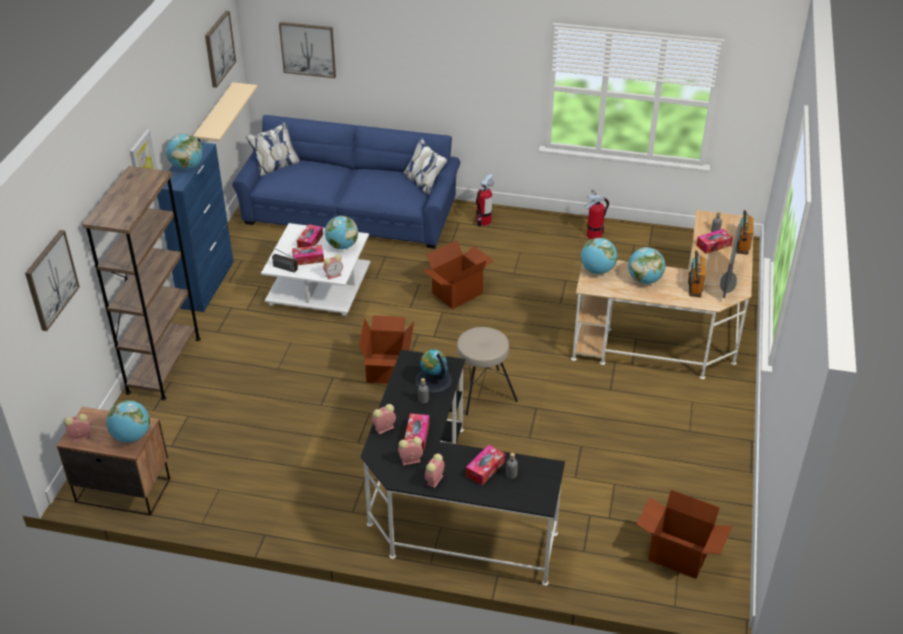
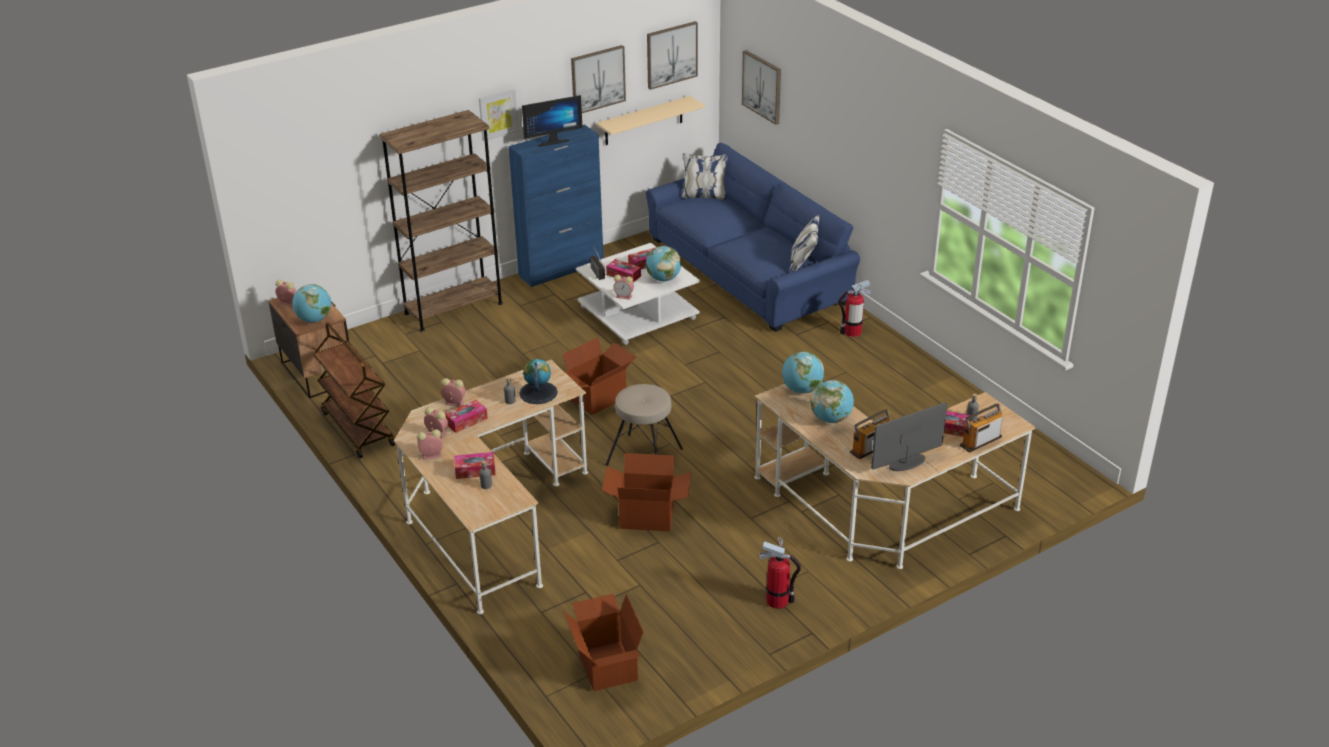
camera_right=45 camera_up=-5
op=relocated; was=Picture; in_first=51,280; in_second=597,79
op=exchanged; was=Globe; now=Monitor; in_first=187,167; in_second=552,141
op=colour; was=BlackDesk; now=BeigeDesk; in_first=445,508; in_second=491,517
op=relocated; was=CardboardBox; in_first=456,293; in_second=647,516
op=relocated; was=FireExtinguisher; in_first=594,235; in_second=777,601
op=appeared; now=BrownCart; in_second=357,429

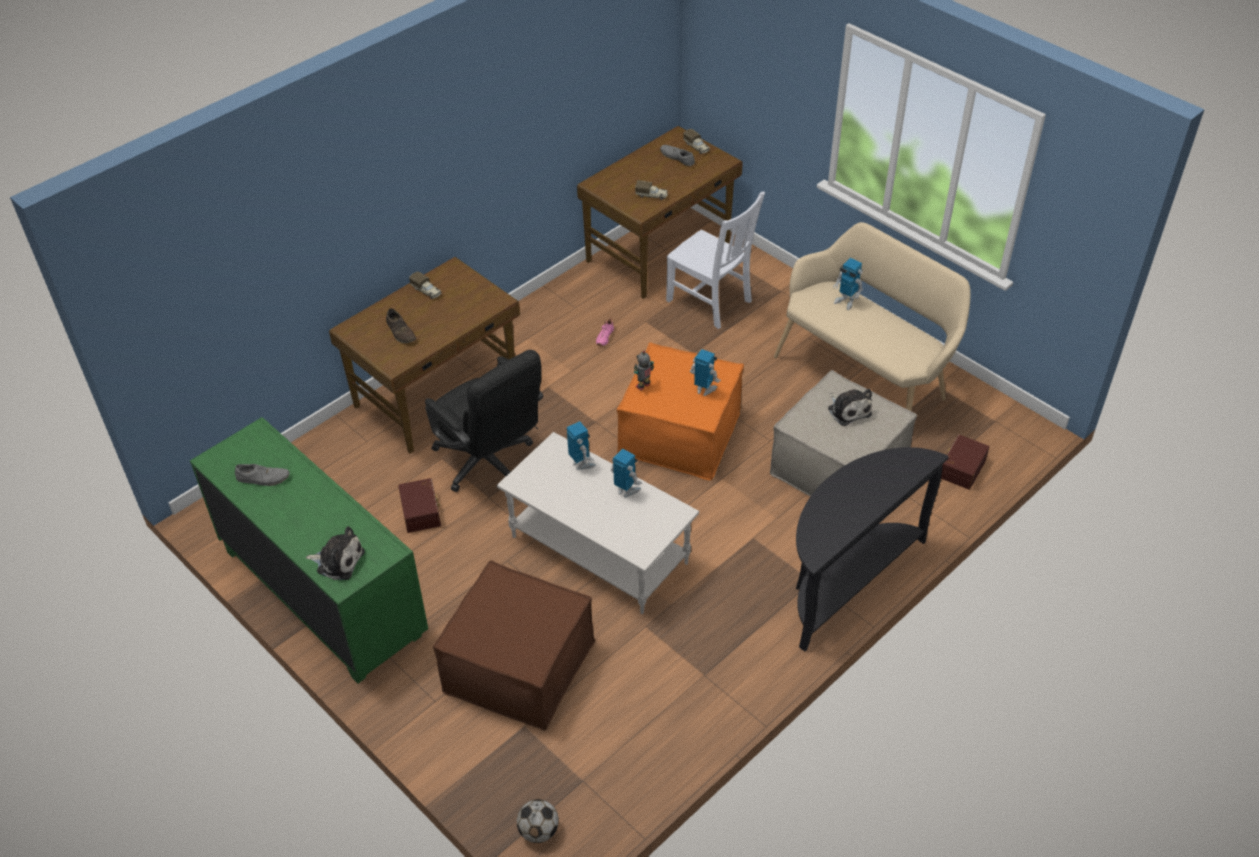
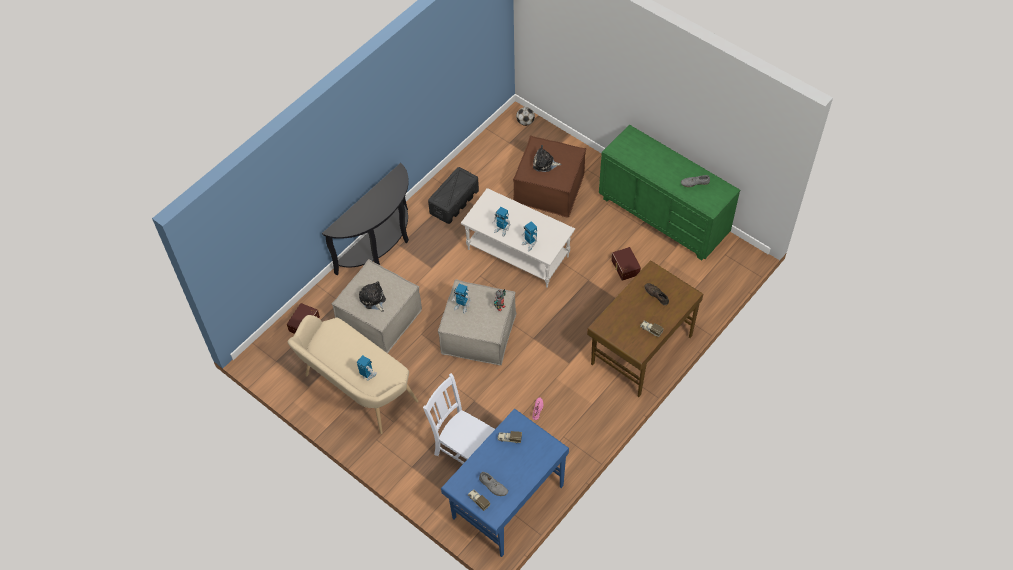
camera_right=175 camera_up=10
op=relocated; was=PlushToy; in_first=338,561; in_second=544,164
op=missing; was=BlackOfficeChair; in_first=490,464
op=colour; was=BrownDesk; now=BlueDesk; in_first=660,252; in_second=507,501
op=colour; was=OrangeOttoman; now=BeigeOttoman; in_first=679,434; in_second=478,333
op=appeared; now=BlackStorageBox; in_second=454,201

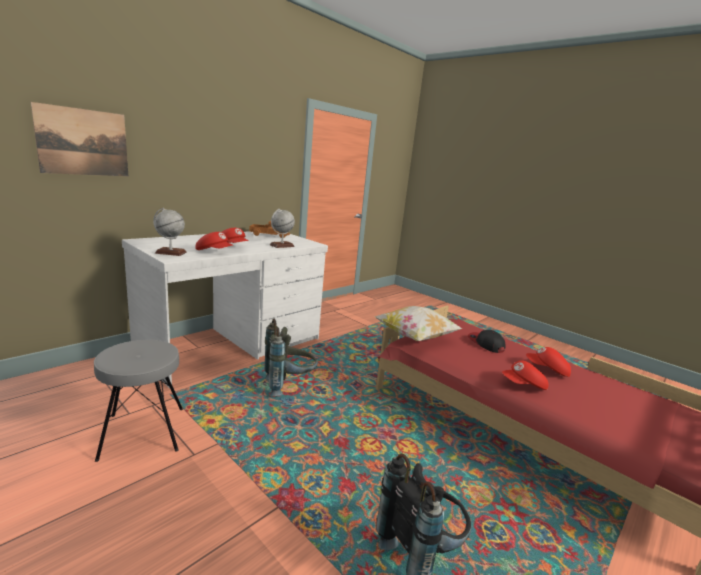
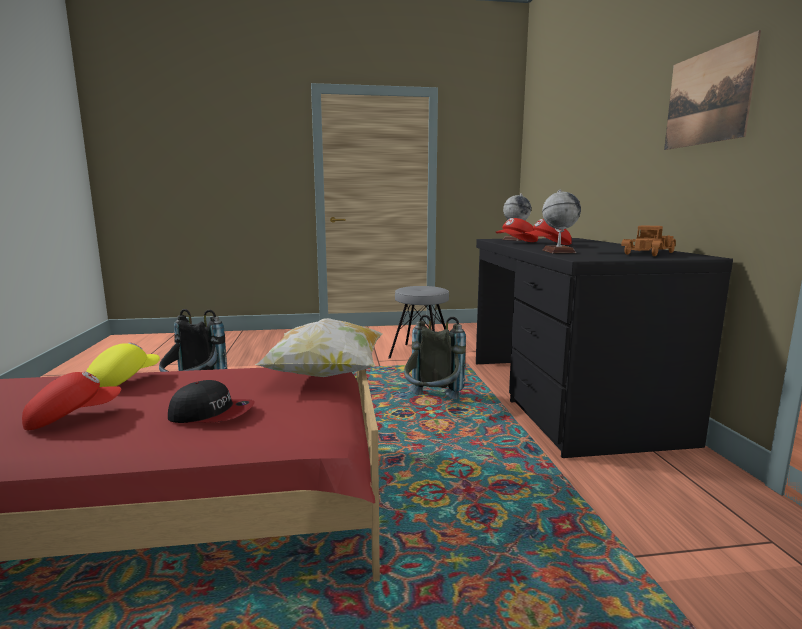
camera_right=130 camera_up=-5
op=relocated; was=Picture; in_first=83,142; in_second=707,97
op=colour; was=WhiteDesk; now=BlackDesk; in_first=233,344; in_second=564,397
op=colour; was=RedCap; now=YellowCap; in_first=524,385; in_second=123,381

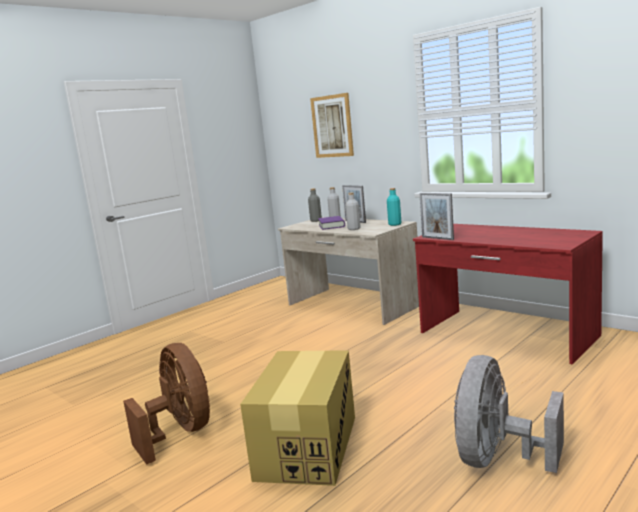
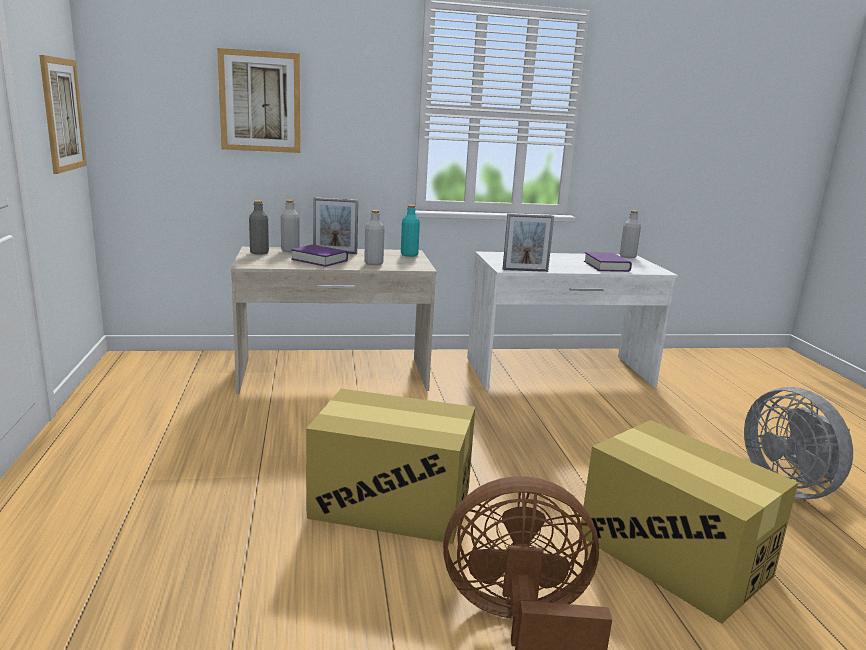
camera_right=-55 camera_up=5
op=colour; was=RedDesk; now=WhiteDesk; in_first=506,334; in_second=559,373
op=appeared; now=Picture; in_second=63,114
op=appeared; now=CardboardBox; in_second=391,503
op=appeared; now=PurpleBook; in_second=606,266
op=appeared; now=GreyBottle; in_second=627,257

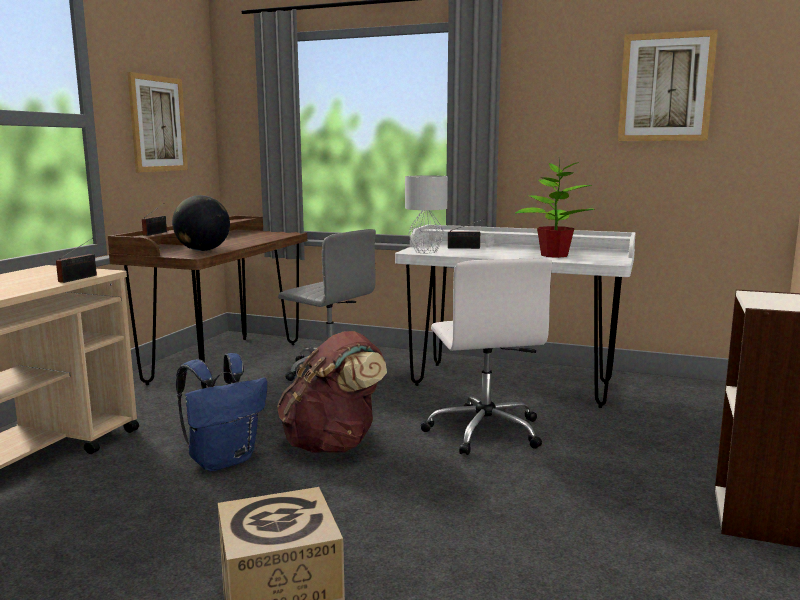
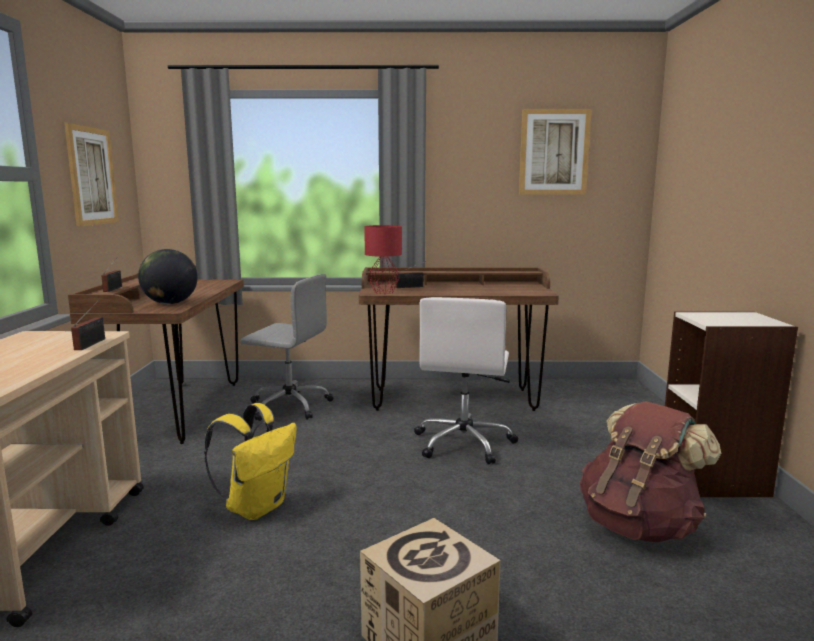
camera_right=-20 camera_up=0
op=colour; was=BlueBackpack; now=YellowBackpack; in_first=223,460; in_second=256,507
op=relocated; was=BrownBackpack; in_first=333,444; in_second=639,525
op=colour; was=WhiteDesk; now=BrownDesk; in_first=511,384; in_second=453,399
op=colour; was=GreyTableLamp; now=RedTableLamp; in_first=426,251; in_second=384,292
op=spun; was=WhiteOfficeChair; in_first=484,431; in_second=464,443; clockwise=45
op=missing; was=PottedPlant; in_first=553,255

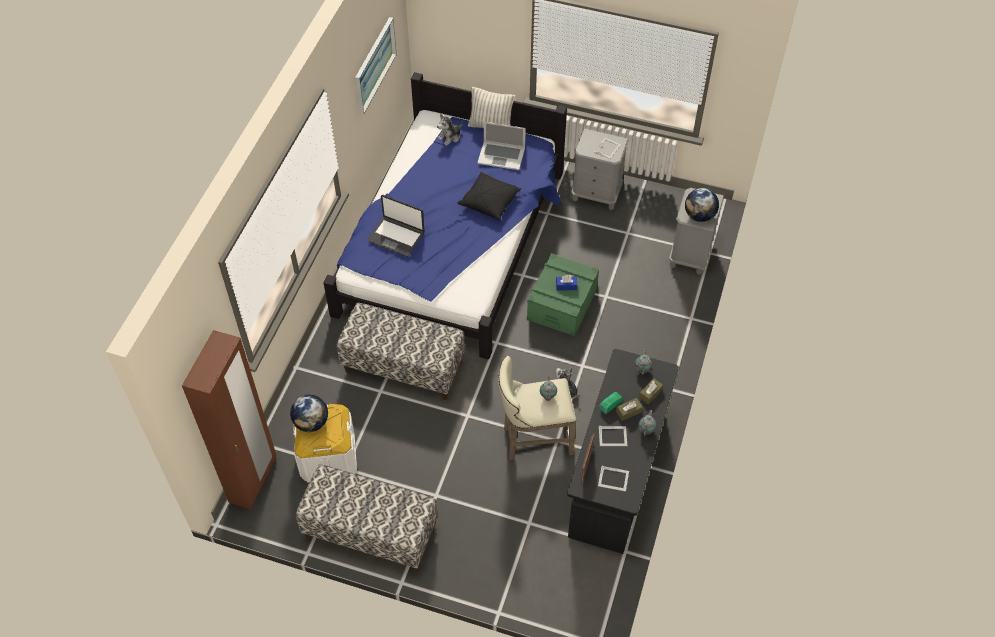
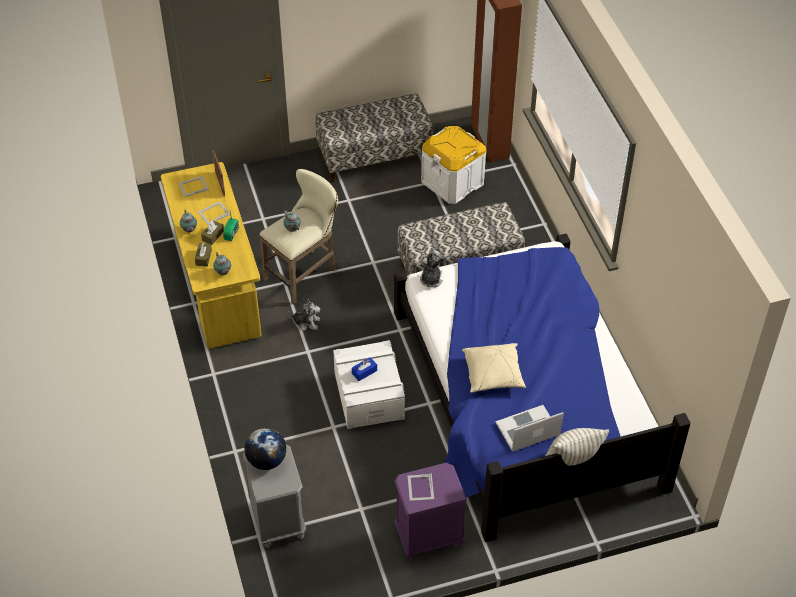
camera_right=145 camera_up=-5
op=missing; was=Globe; in_first=311,422
op=missing; was=Picture; in_first=374,65
op=missing; was=Laptop; in_first=396,236
op=relocated; was=PlushToy; in_first=450,137; in_second=431,279
op=colour; was=BlackPillow; now=BeigePillow; in_first=489,201; in_second=493,374
op=colour; was=GreenStorageBox; now=WhiteStorageBox; in_first=562,304; in_second=369,395
op=colour; was=BlackDesk; now=YellowDesk; in_first=617,473; in_second=216,284
op=colour; was=GreyNightstand; now=PurpleNightstand; in_first=596,194; in_second=427,537

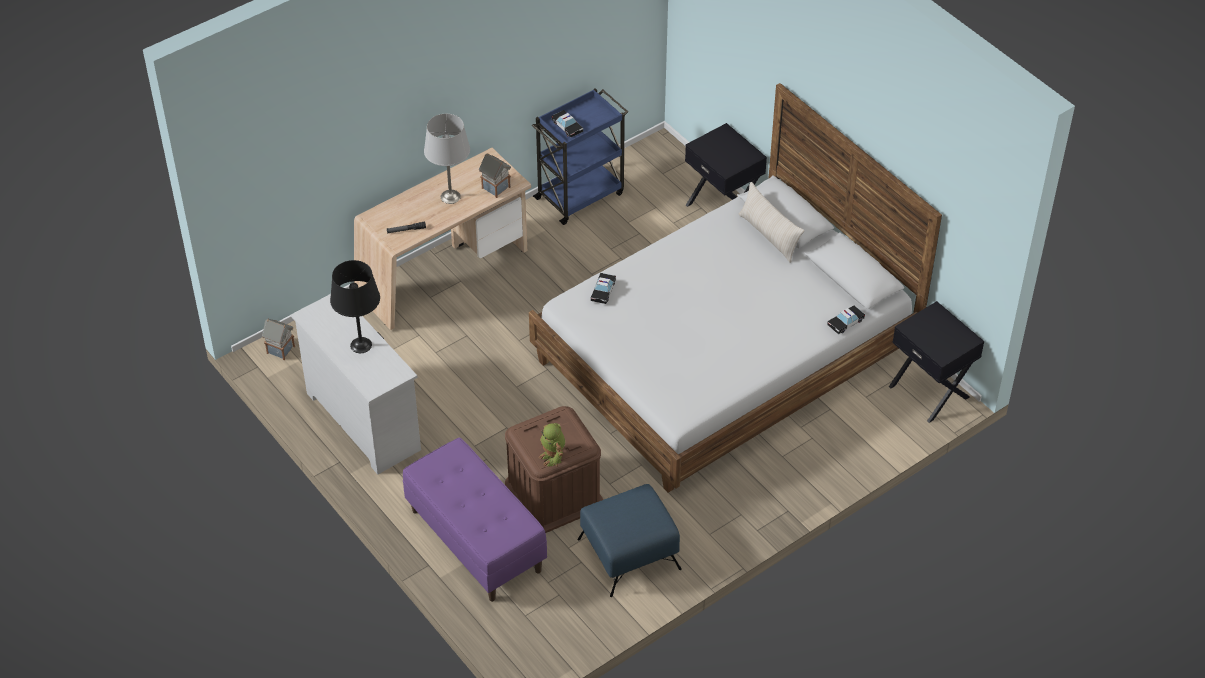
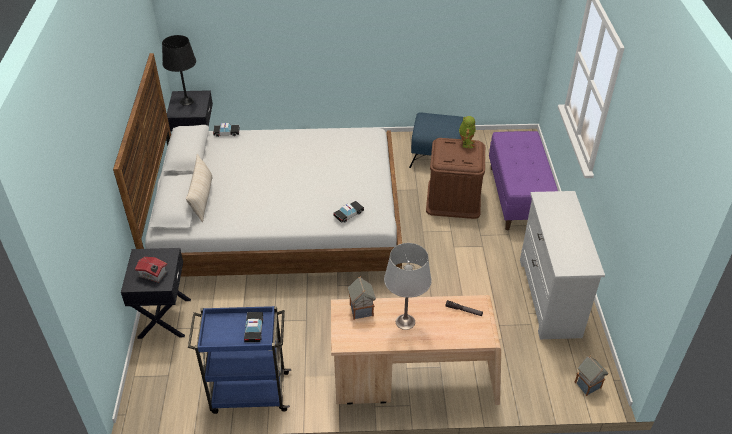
camera_right=-145 camera_up=-5
op=relocated; was=BlackTableLamp; in_first=361,345; in_second=186,101
op=appeared; now=ToyHouse; in_second=153,275

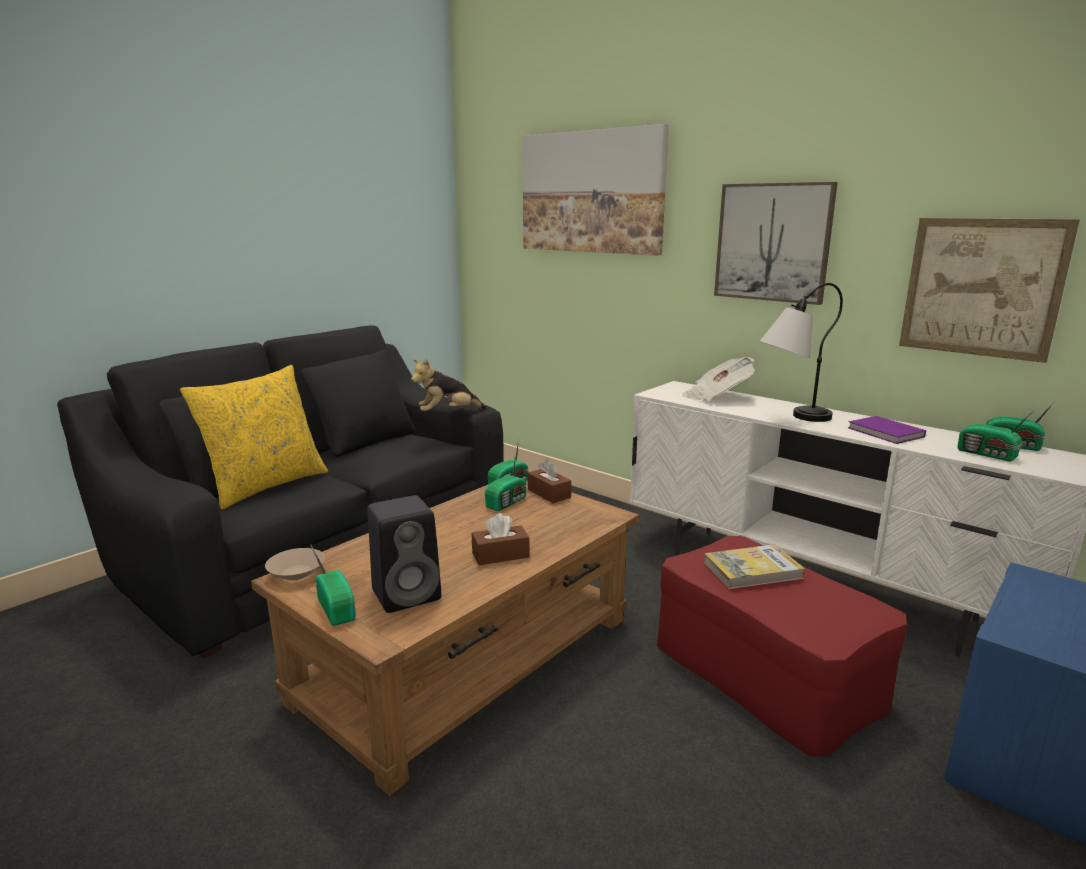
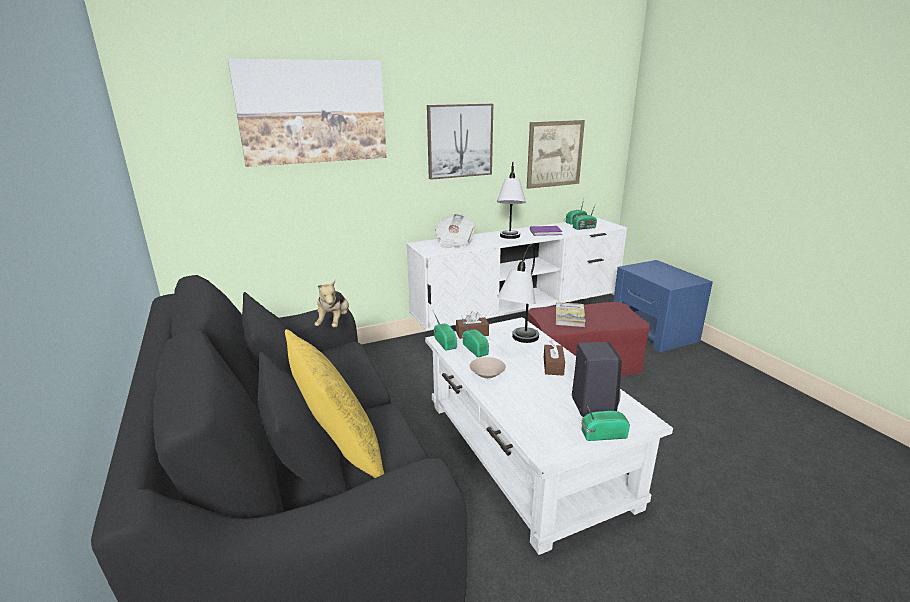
camera_right=-65 camera_up=5
op=colour; was=BrownCoffeeTable; now=WhiteCoffeeTable; in_first=469,658; in_second=524,451
op=relocated; was=BeigeBowl; in_first=296,574; in_second=487,374
op=appeared; now=TableLamp; in_second=518,344

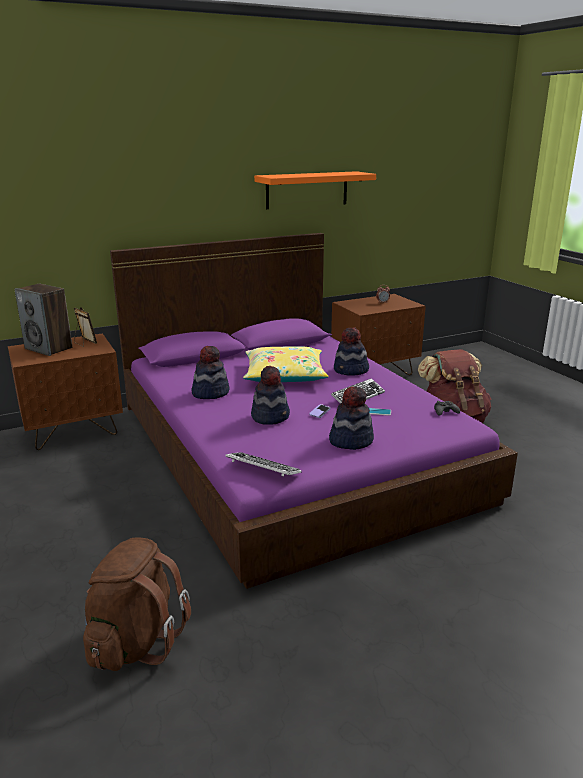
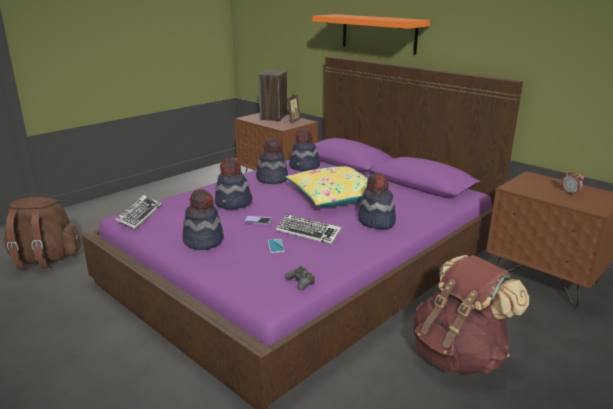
camera_right=70 camera_up=0
op=relocated; was=OrangeShelf; in_first=307,190; in_second=378,33
op=appeared; now=Hat; in_second=304,167

